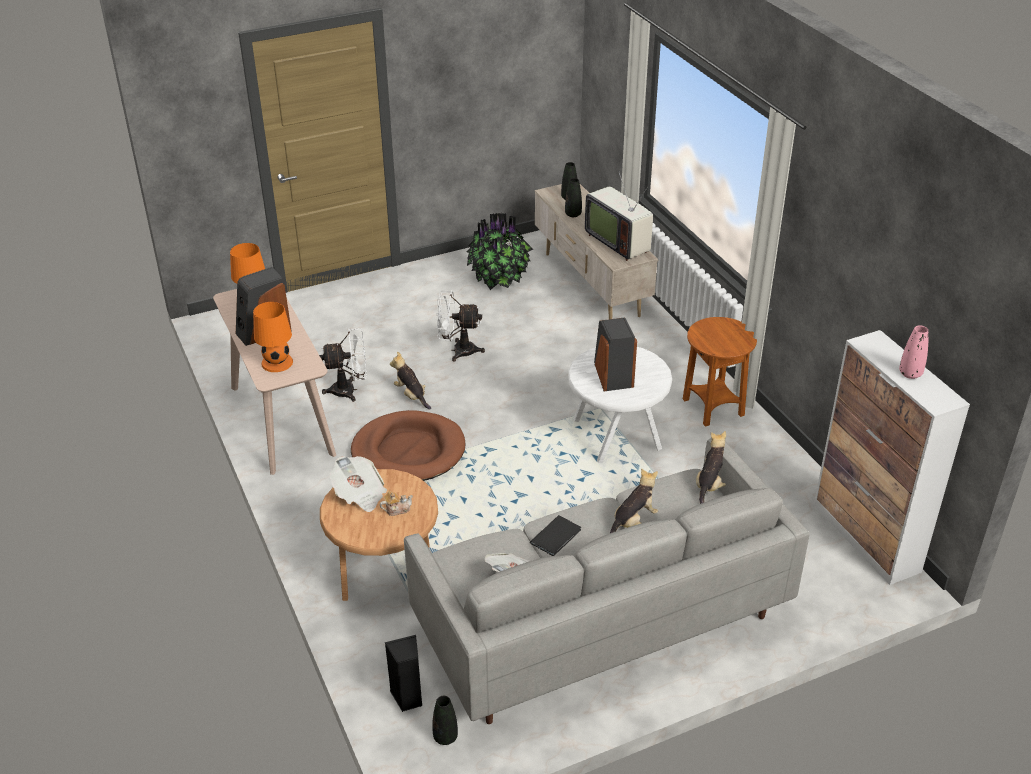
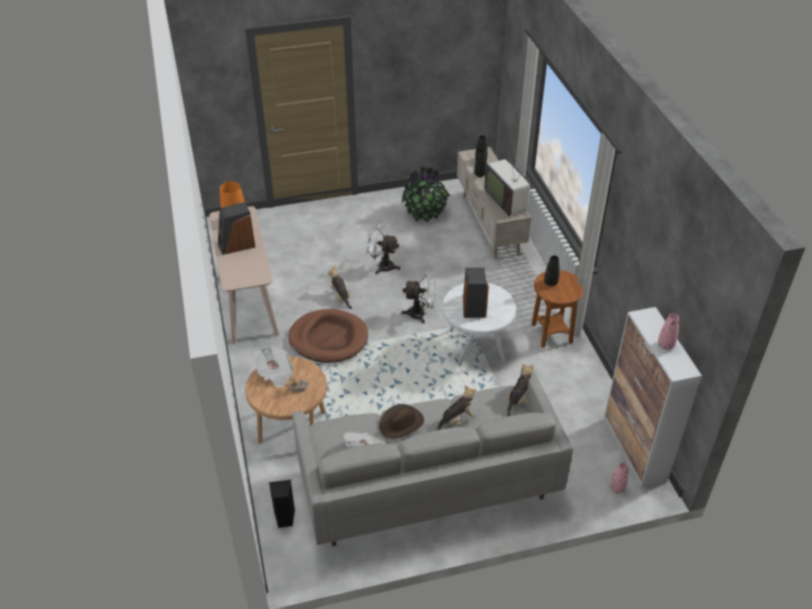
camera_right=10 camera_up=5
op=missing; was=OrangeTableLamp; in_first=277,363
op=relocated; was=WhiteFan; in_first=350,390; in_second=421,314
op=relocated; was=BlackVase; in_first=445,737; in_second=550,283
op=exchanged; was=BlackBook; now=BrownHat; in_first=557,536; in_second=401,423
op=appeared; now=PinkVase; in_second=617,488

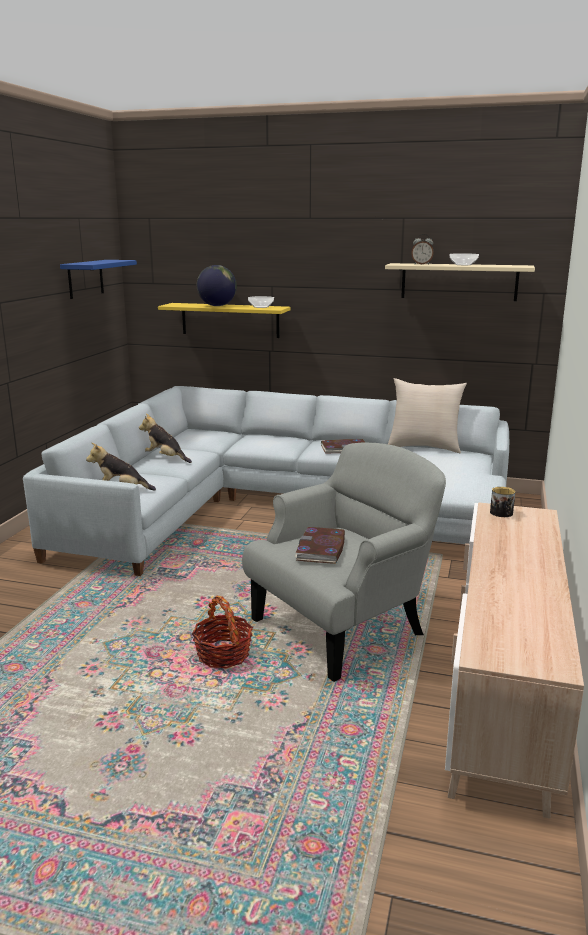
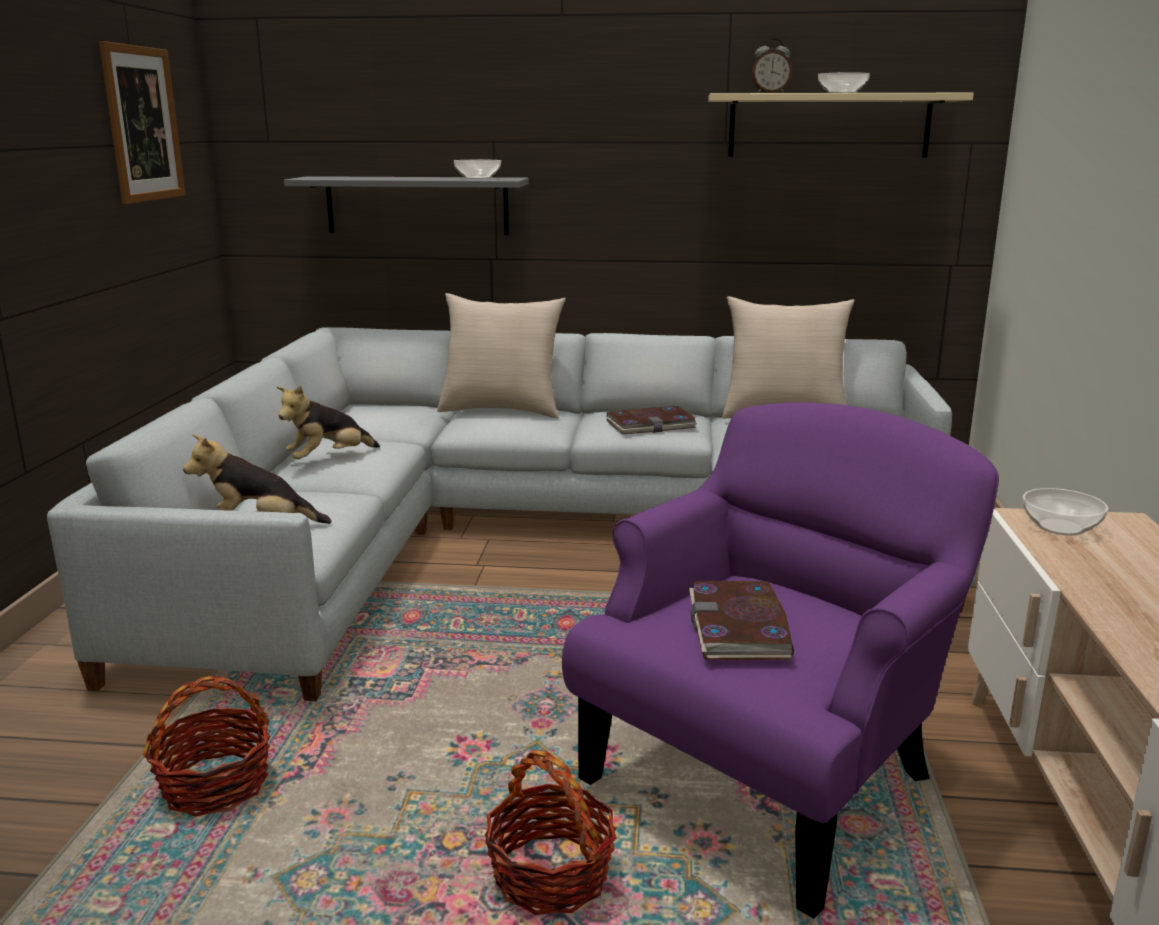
camera_right=-10 camera_up=0
op=exchanged; was=BlueShelf; now=Picture; in_first=85,279; in_second=143,124
op=spun; was=PlushToy; in_first=165,458; in_second=329,459; clockwise=-60
op=colour; was=YellowShelf; now=GreyShelf; in_first=230,320; in_second=417,205
op=missing; was=Globe; in_first=217,306
op=colour; was=GreyArmchair; now=PurpleArmchair; in_first=342,627; in_second=767,778
op=exchanged; was=Mug; now=Bowl; in_first=502,514; in_second=1060,528
op=appeared; now=Basket; in_second=216,785
op=appeared; now=BeigePillow; in_second=502,410

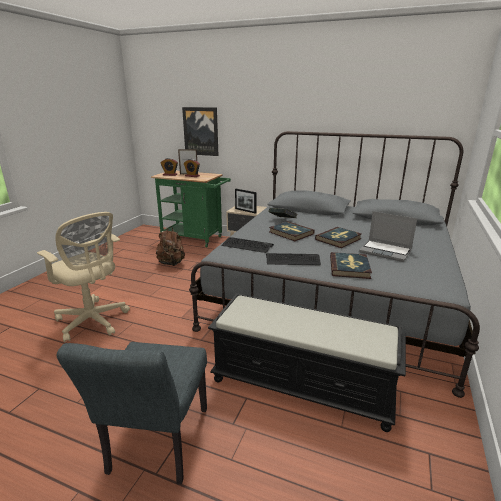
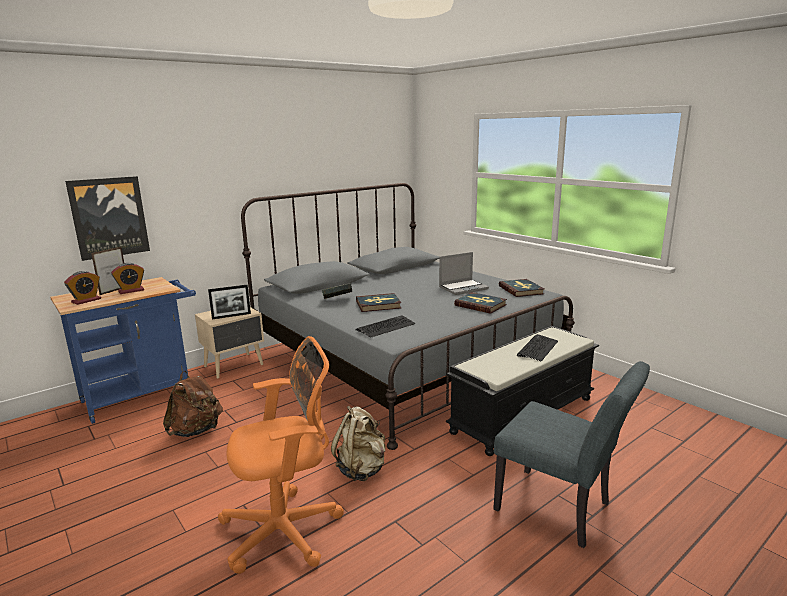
camera_right=-60 camera_up=-5
op=colour; was=BeigeOfficeChair; now=OrangeOfficeChair; in_first=93,322; in_second=287,530
op=colour; was=GreenCart; now=BlueCart; in_first=195,239; in_second=143,395
op=relocated; was=Keyboard; in_first=293,260; in_second=537,348
op=relocated; was=Book; in_first=338,239; in_second=521,290
op=appeared; now=BeigeBackpack; in_second=361,469

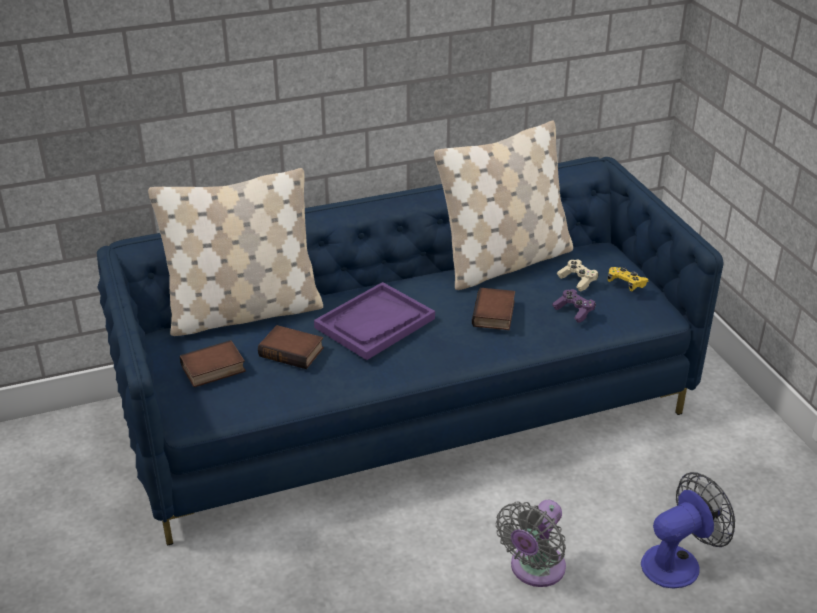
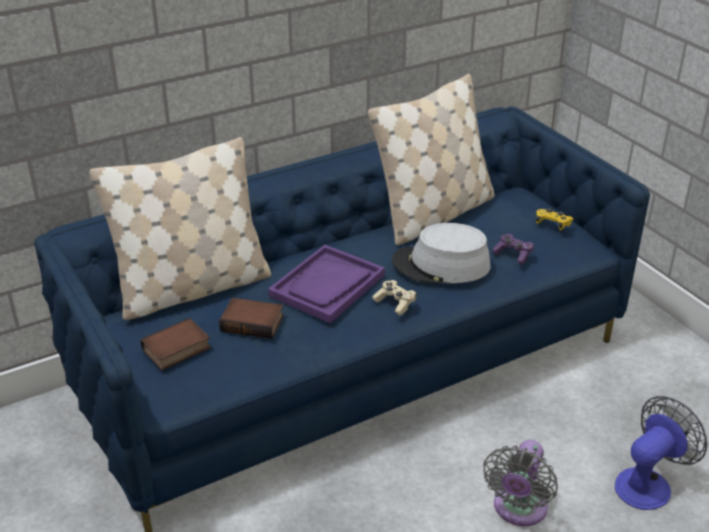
camera_right=-10 camera_up=0
op=exchanged; was=Book; now=GreyHat; in_first=495,314; in_second=441,265
op=relocated; was=BeigeGameController; in_first=577,280; in_second=395,303

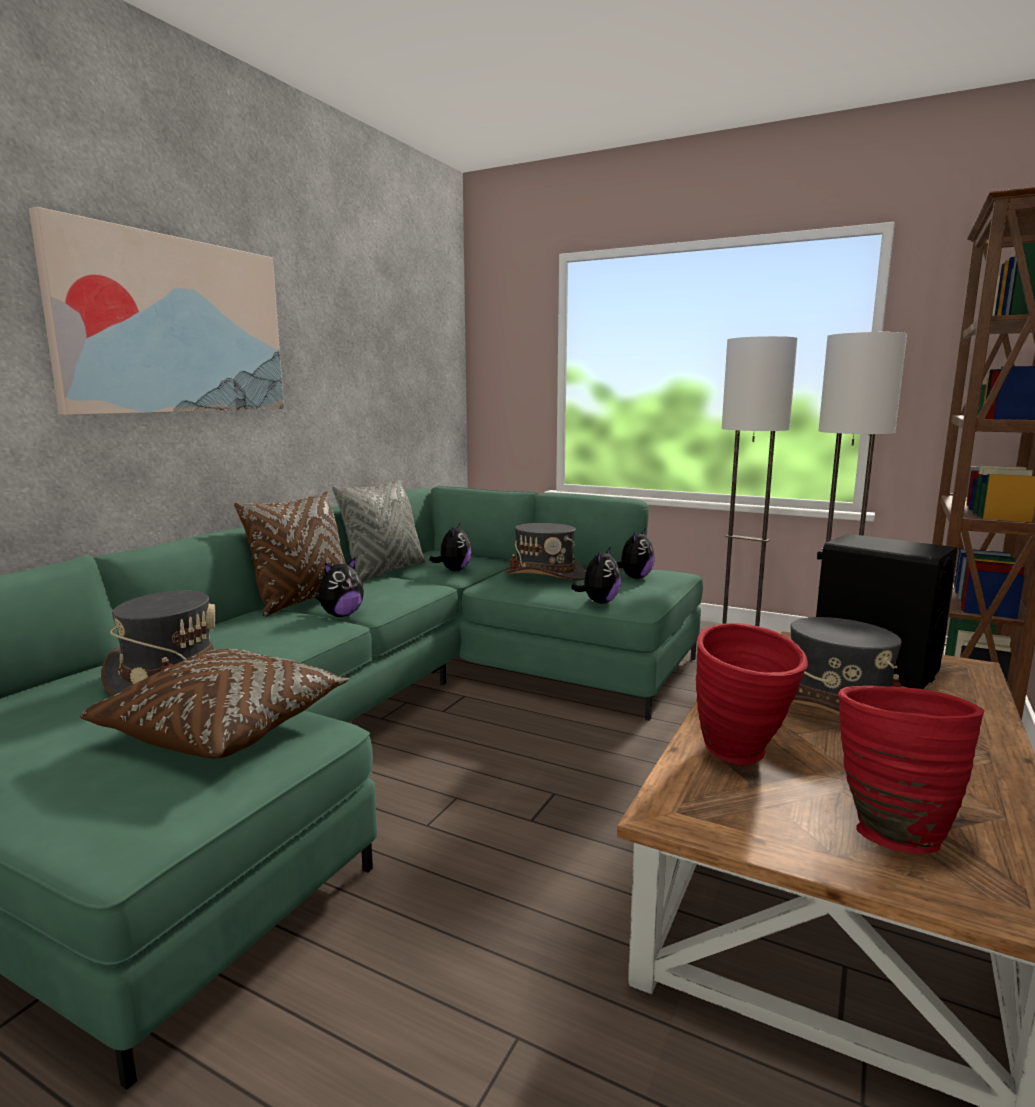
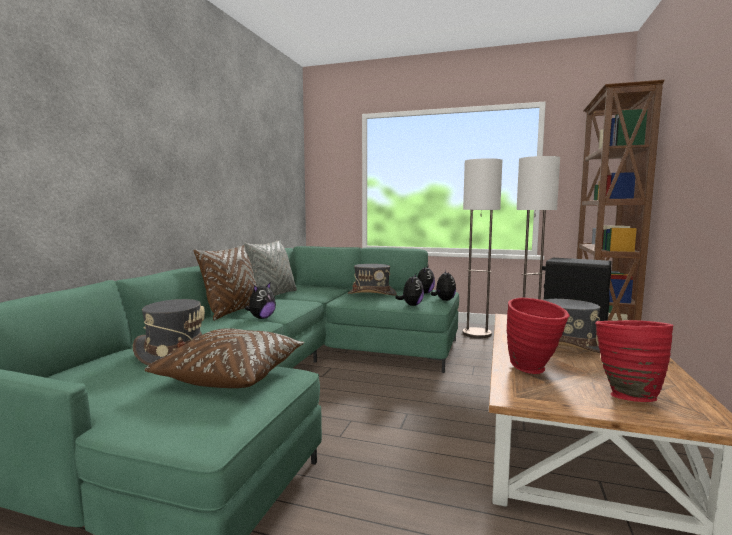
camera_right=-10 camera_up=-5
op=missing; was=Picture; in_first=174,326
op=relocated; was=PlushToy; in_first=453,570; in_second=444,300

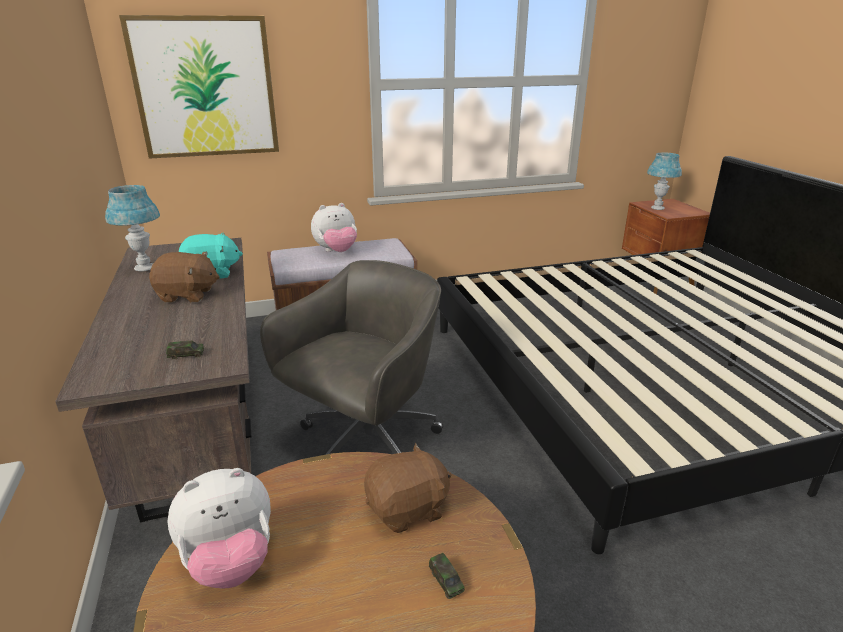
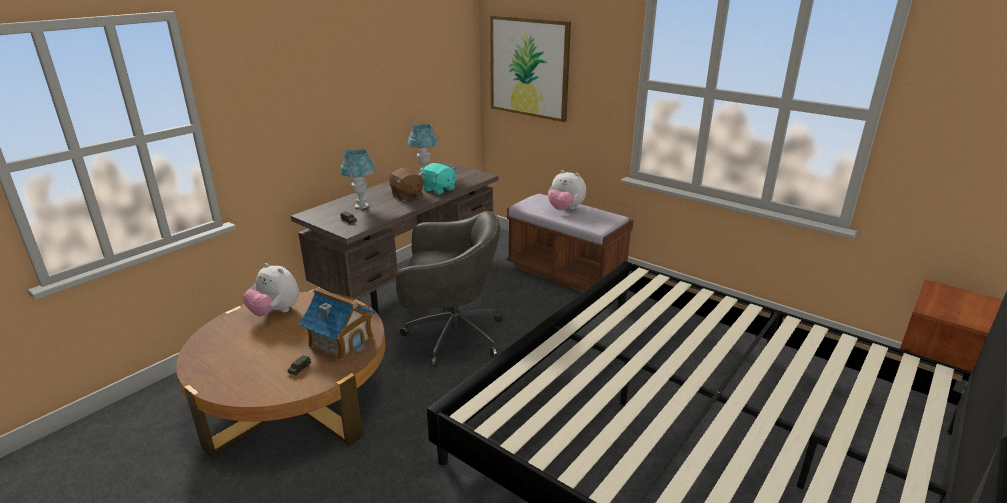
camera_right=55 camera_up=0
op=exchanged; was=BrownPlushToy; now=ToyHouse; in_first=408,509; in_second=341,341
op=relocated; was=BlueTableLamp; in_first=657,208; in_second=361,206

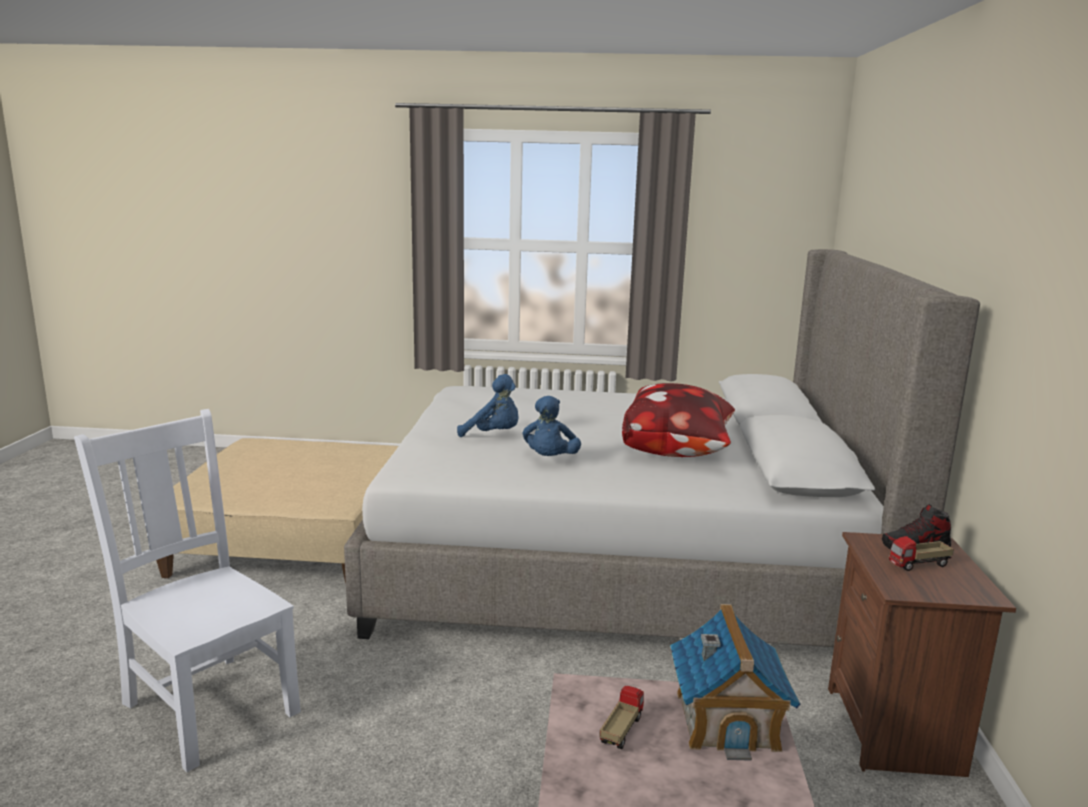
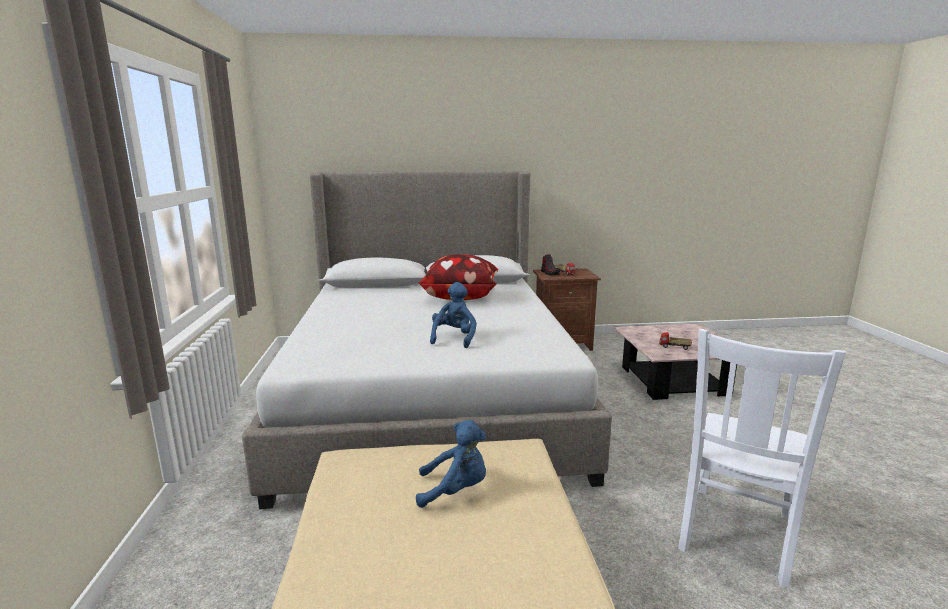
camera_right=-100 camera_up=0
op=relocated; was=BluePlushToy; in_first=550,460; in_second=455,490
op=missing; was=ToyHouse; in_first=727,720

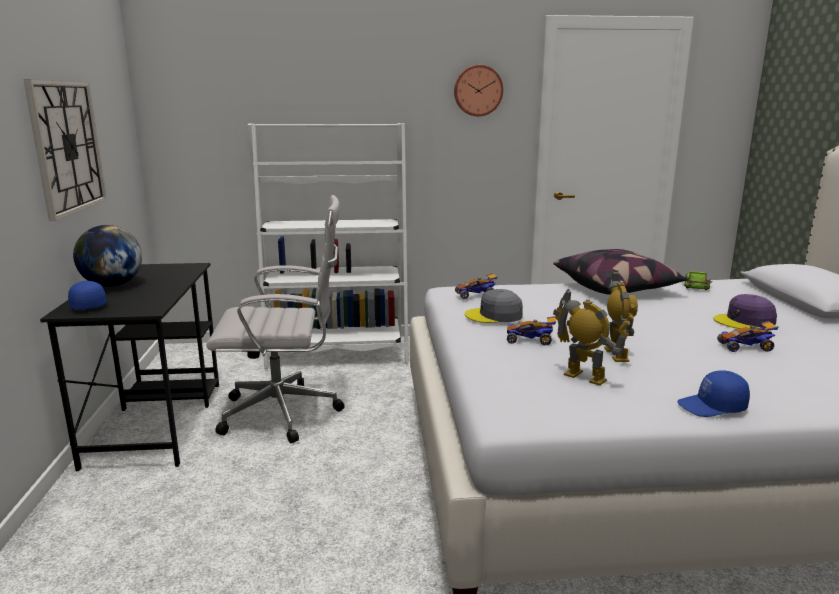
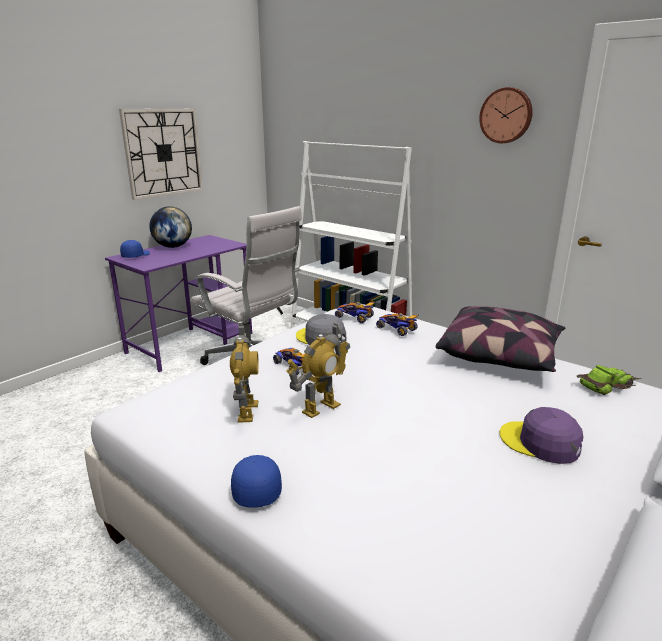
camera_right=45 camera_up=5
op=colour; was=BlackDesk; now=PurpleDesk; in_first=157,421; in_second=191,342
op=spun; was=BlueCap; in_first=712,407; in_second=256,487; clockwise=45
op=relocated; was=ToyCar; in_first=745,347; in_second=397,329

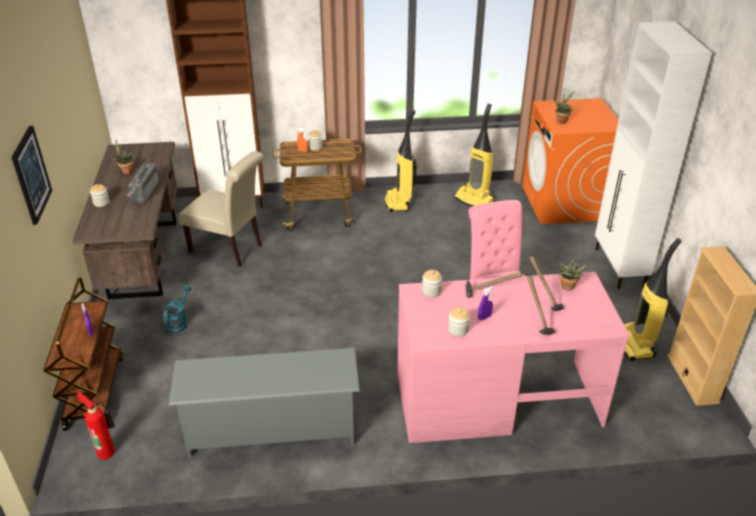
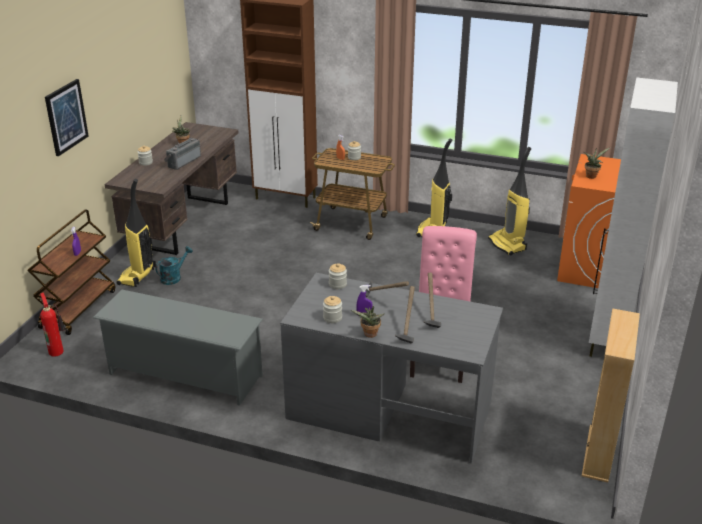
camera_right=25 camera_up=-5
op=missing; was=BeigeChair; in_first=230,249
op=colour; was=PinkDesk; now=GreyDesk; in_first=496,399; in_second=389,410
op=relocated; was=PottedPlant; in_first=567,288; in_second=369,335
op=relocated; was=VacuumCleaner; in_first=634,344; in_second=137,276

